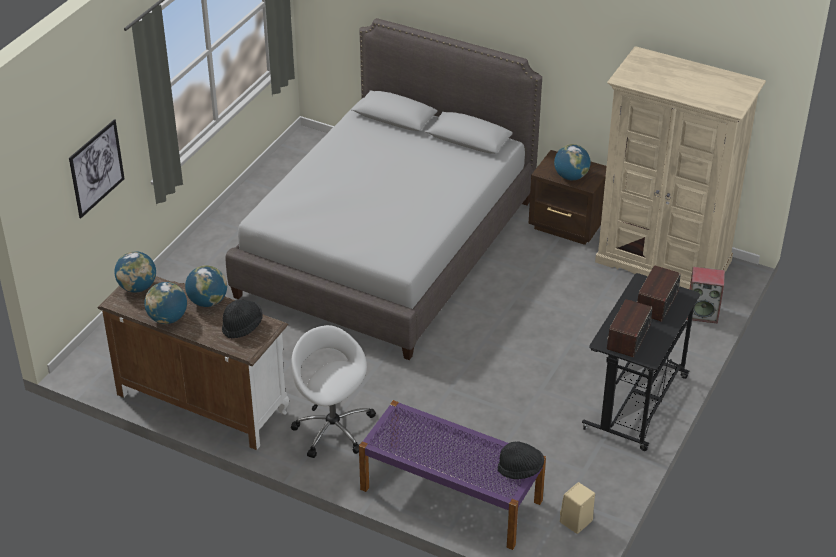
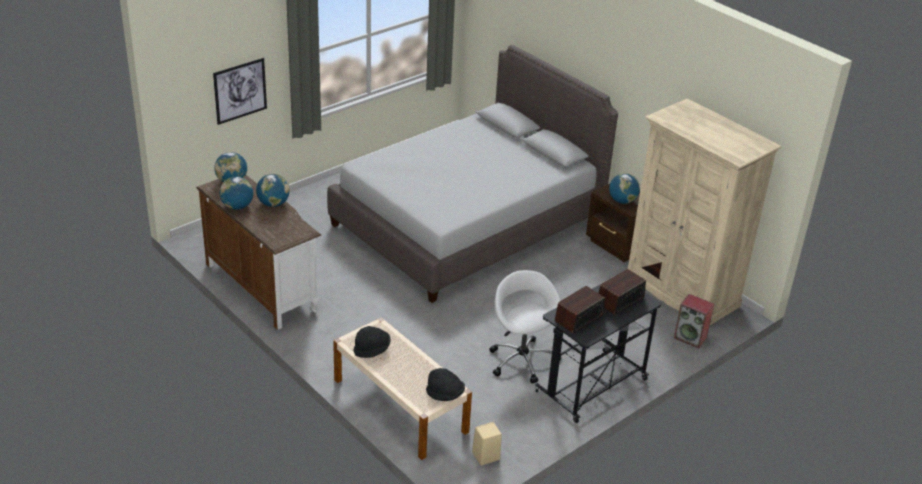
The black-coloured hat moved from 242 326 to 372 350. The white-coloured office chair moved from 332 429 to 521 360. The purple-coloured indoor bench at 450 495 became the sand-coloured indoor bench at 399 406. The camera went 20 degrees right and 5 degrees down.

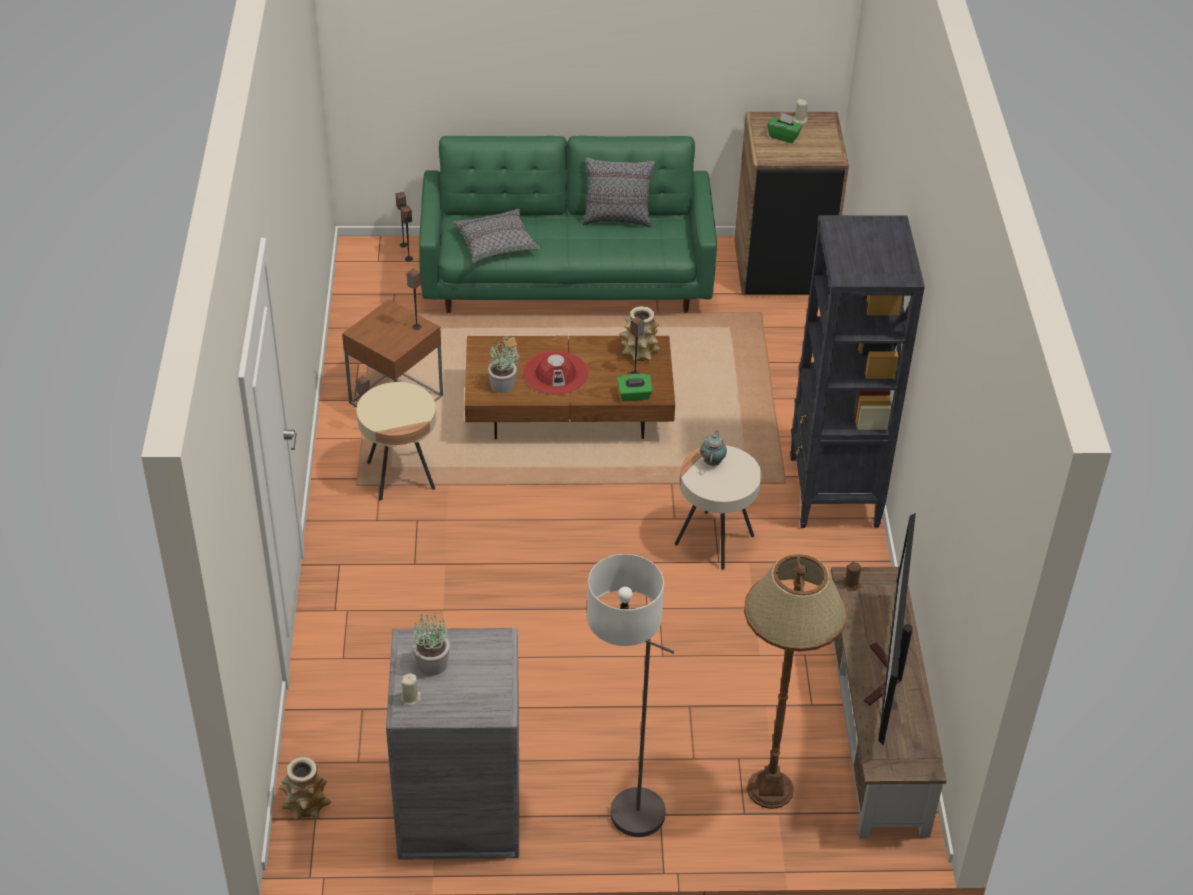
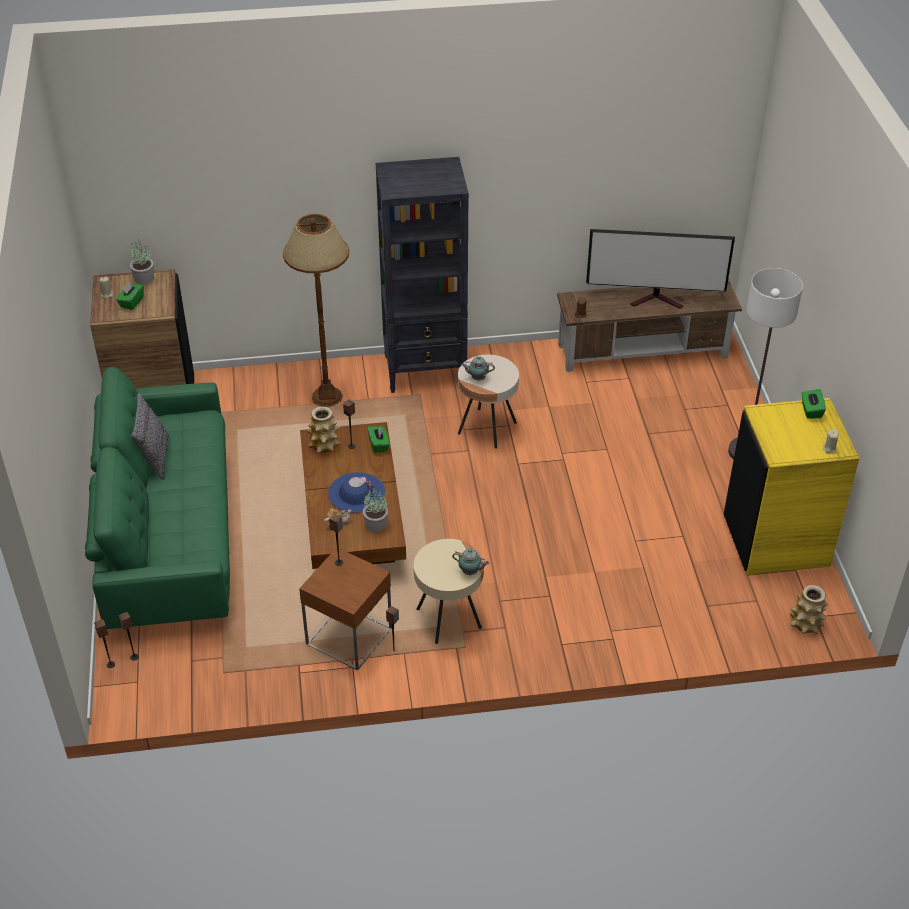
The greyish throw pillow at 496 244 disappeared. The reddish hat at 555 373 became the bluish hat at 356 493. The brown-coloured standard lamp moved from 770 789 to 327 397. The houseplant moved from 432 663 to 143 278. The greyish storage cabinet at 459 808 became the yellow-coloured storage cabinet at 775 540. The green tissue box at 811 410 appeared. The pot for tea at 470 572 appeared. The camera went 95 degrees left and 0 degrees up.

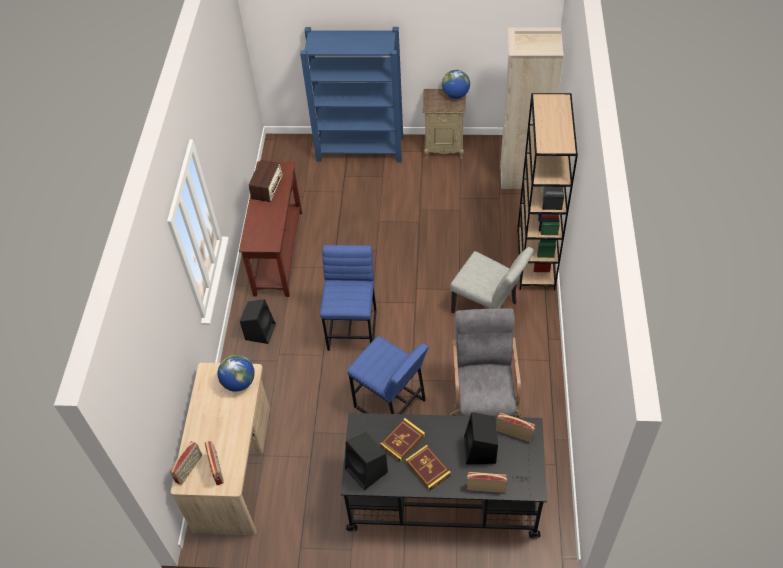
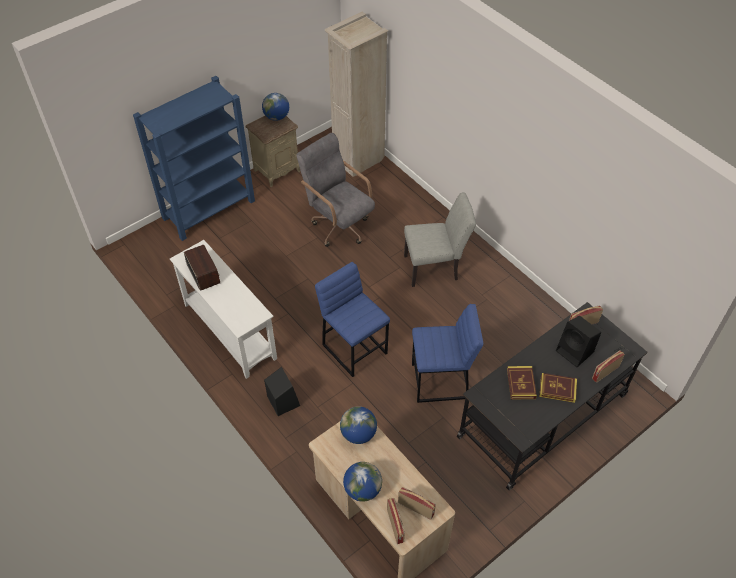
The sand-coloured bookshelf at 536 260 disappeared. The brown-coloured narrow table at 278 252 became the white-coloured narrow table at 229 331. The greyish office chair moved from 483 405 to 338 226. The black-coloured loudspeaker at 367 471 disappeared. The globe at 362 489 appeared. The camera went 45 degrees left and 0 degrees up.

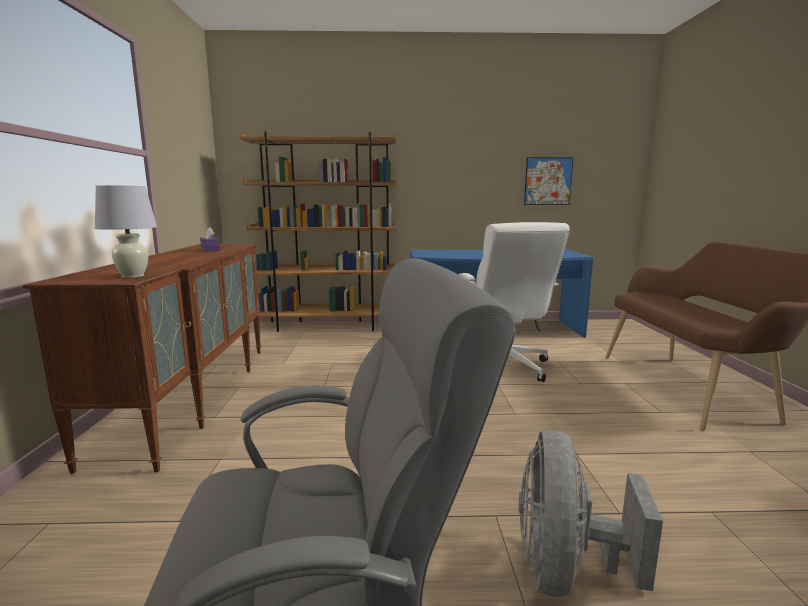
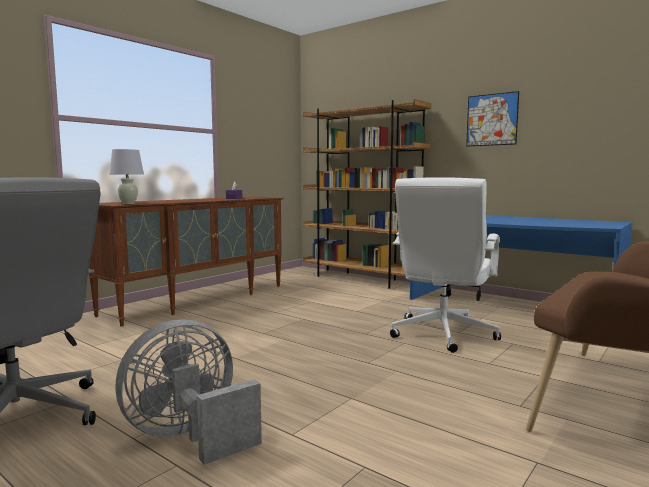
The wall picture moved from 548 181 to 492 120. The camera went 40 degrees right and 5 degrees down.

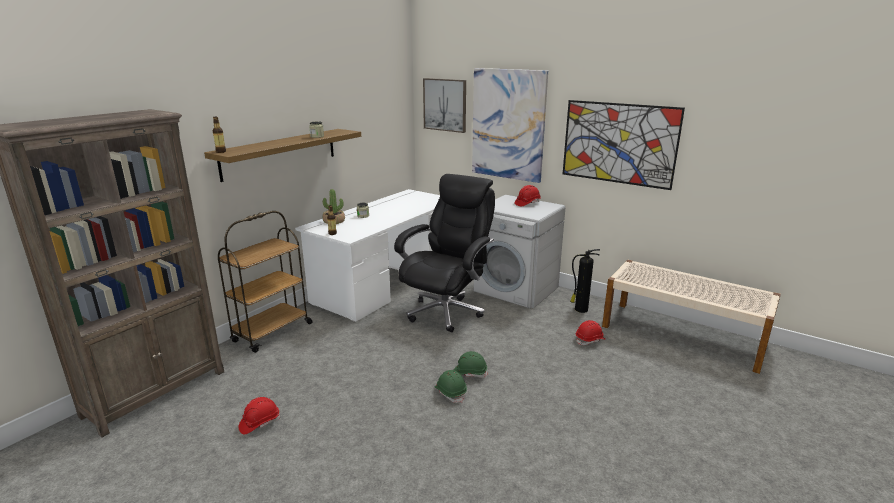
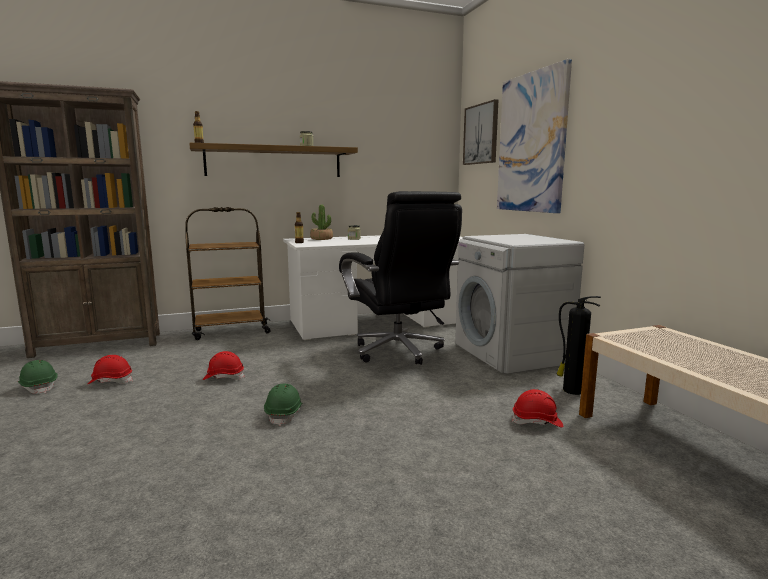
The wall picture at 618 143 disappeared. The black-coloured office chair at 447 311 turned 90 degrees clockwise. The reddish work helmet moved from 527 203 to 224 377. The green work helmet moved from 469 373 to 39 387. The camera went 35 degrees right and 10 degrees down.

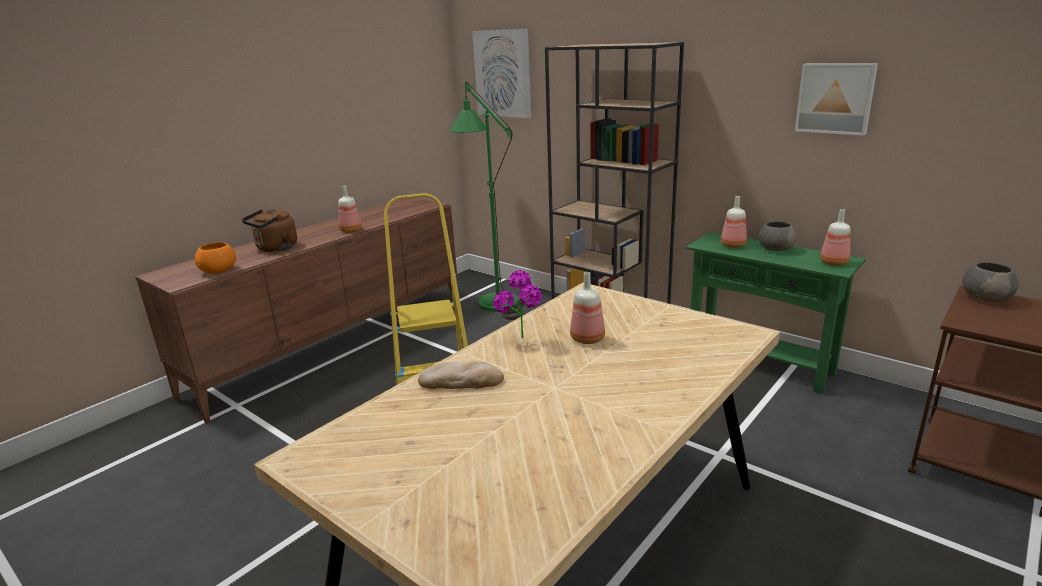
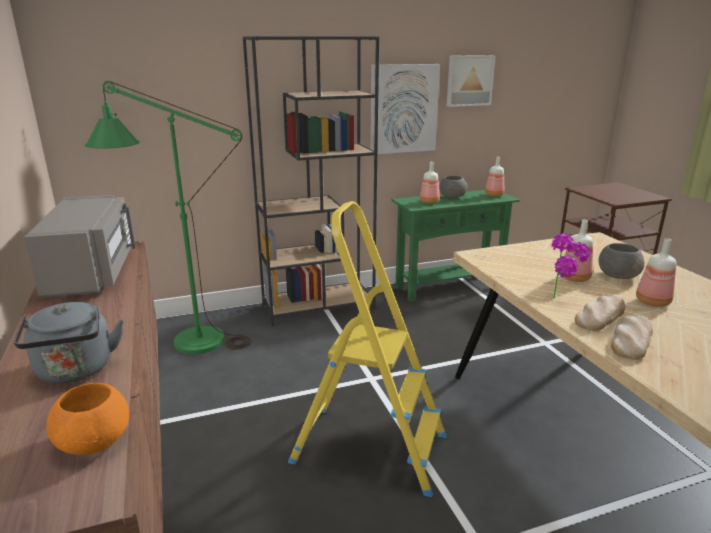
The wall picture moved from 503 74 to 403 109. The beverage bottle moved from 351 230 to 651 302. The brown-coloured tea kettle at 275 248 became the greyish tea kettle at 75 371. The greyish deep dish moved from 986 298 to 617 276. The greyish kitchen microwave at 93 272 appeared. The baked bread at 600 316 appeared. The camera went 60 degrees left and 0 degrees up.

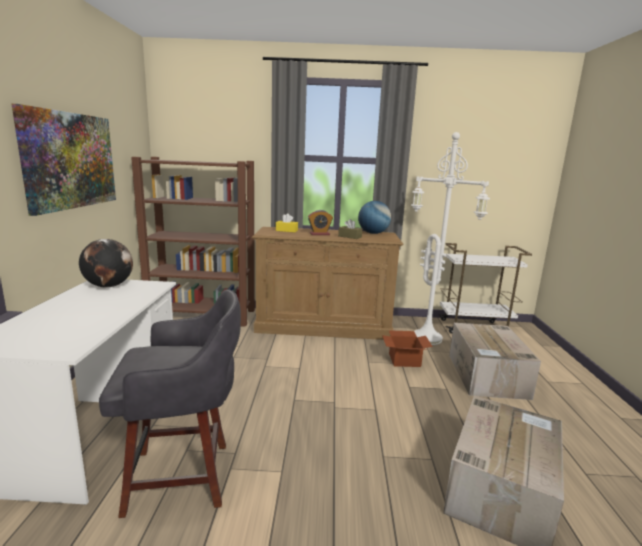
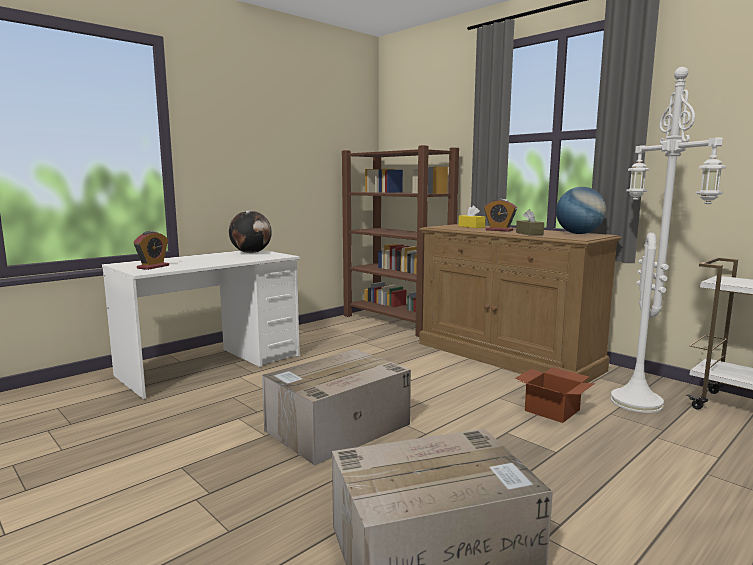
The wall picture at 70 160 disappeared. The greyish stool at 184 477 disappeared. The cardboard box moved from 487 376 to 336 428. The bedside clock at 153 267 appeared. The camera went 45 degrees right and 5 degrees down.

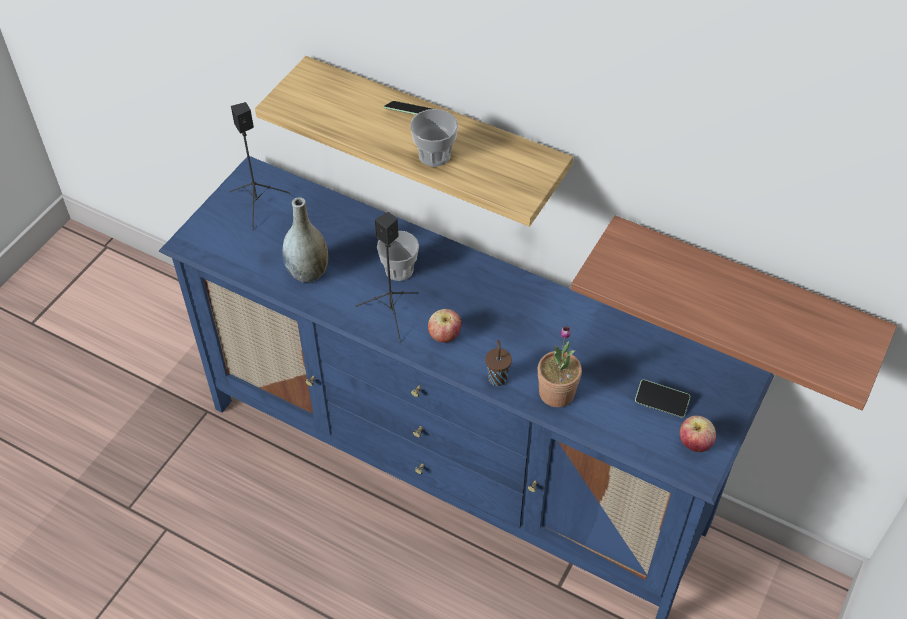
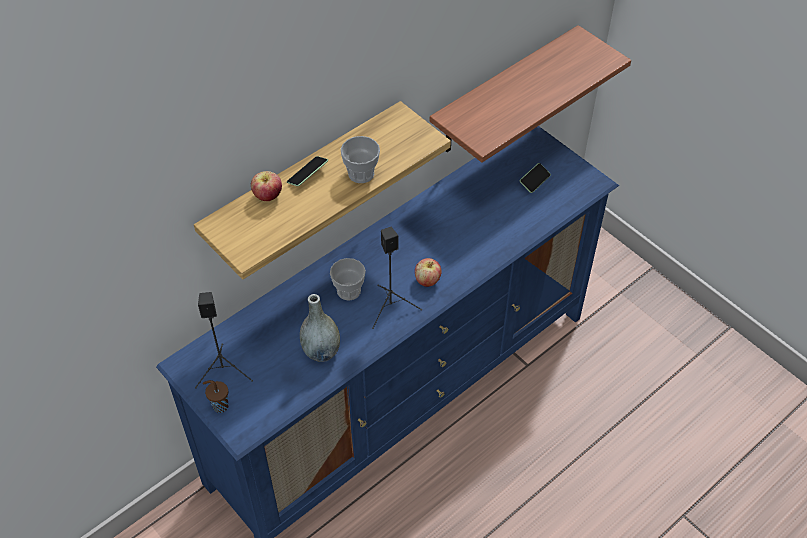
The houseplant at 556 393 disappeared. The brown-coloured cup moved from 497 378 to 219 406. The apple fruit moved from 694 443 to 268 196. The camera went 70 degrees left and 0 degrees up.

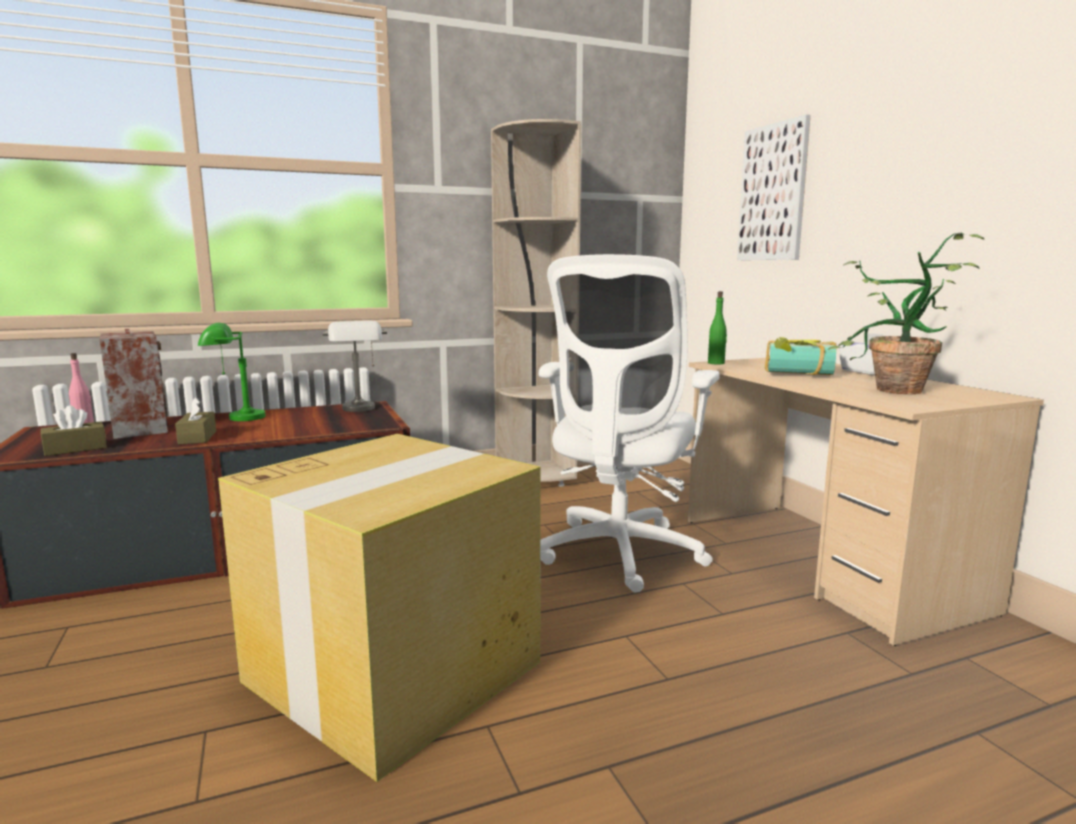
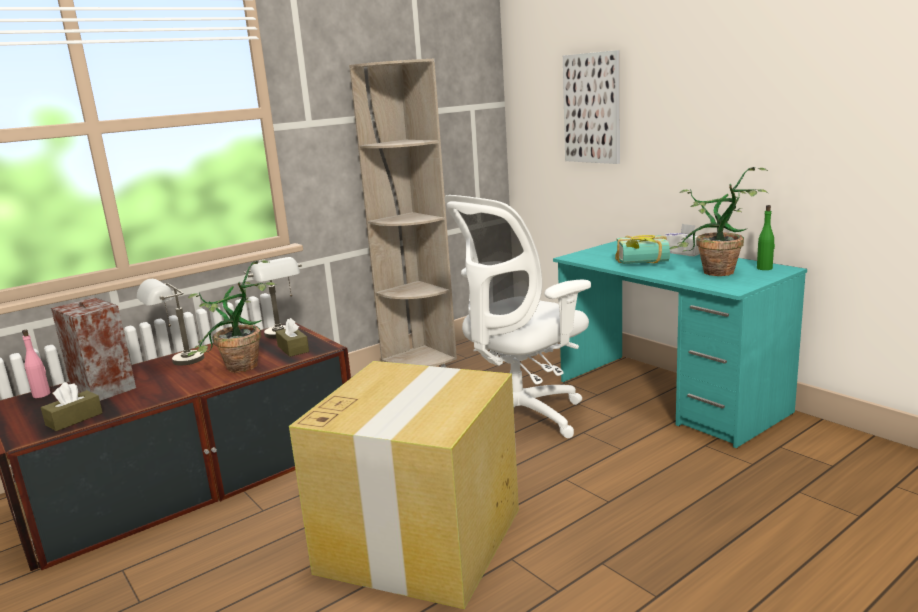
The white-coloured office chair at 621 548 turned 45 degrees clockwise. The green beverage bottle moved from 716 363 to 764 268. The green tabletop lamp at 234 418 became the greyish tabletop lamp at 178 363. The sand-coloured desk unit at 822 562 became the turquoise-coloured desk unit at 669 397. The brown-coloured tissue box moved from 197 437 to 293 349. The houseplant at 240 370 appeared. The camera went 15 degrees left and 5 degrees up.

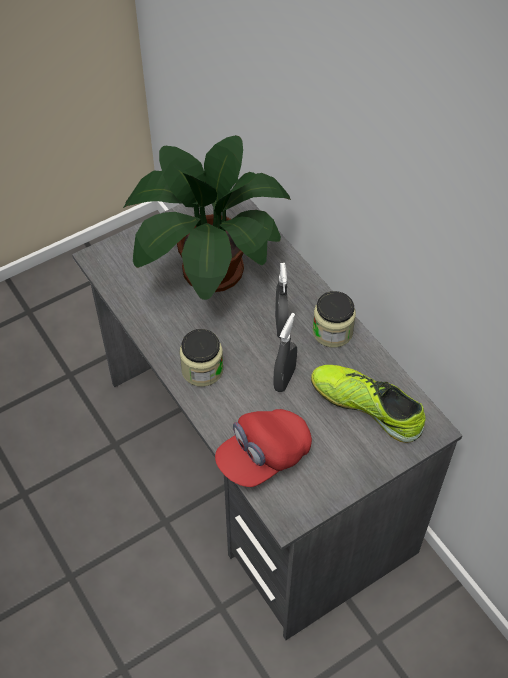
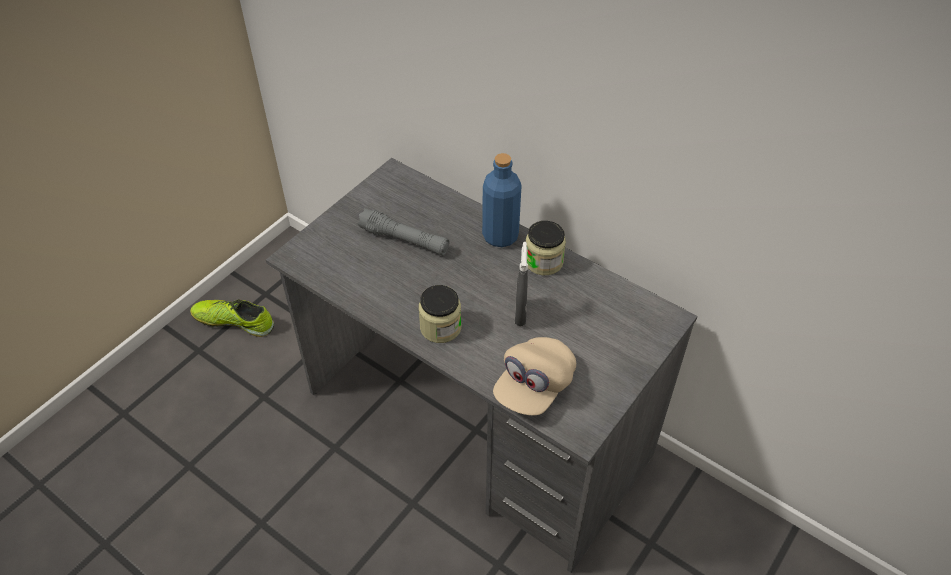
The houseplant at 207 270 was replaced by the greyish hand torch at 404 240. The greyish spray bottle at 281 326 disappeared. The shoe moved from 366 406 to 234 322. The reddish cap at 263 456 became the sand-coloured cap at 534 386. The bluish beverage bottle at 500 236 appeared. The camera went 20 degrees left and 5 degrees down.

